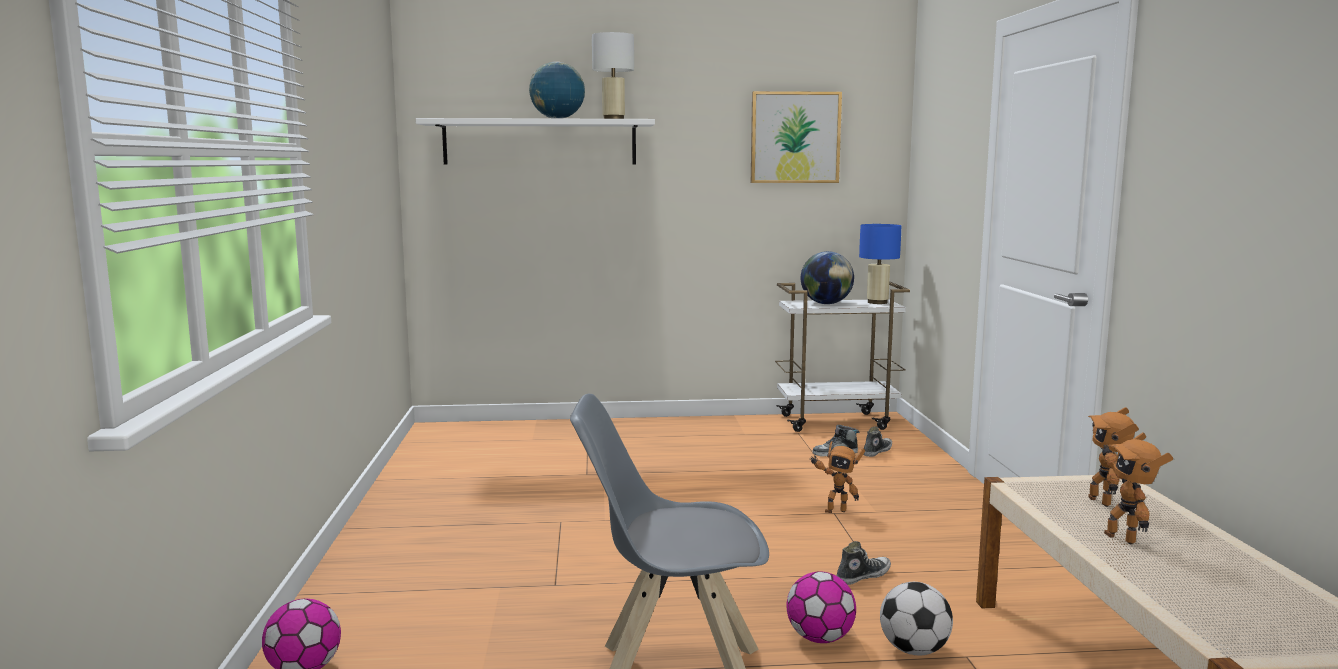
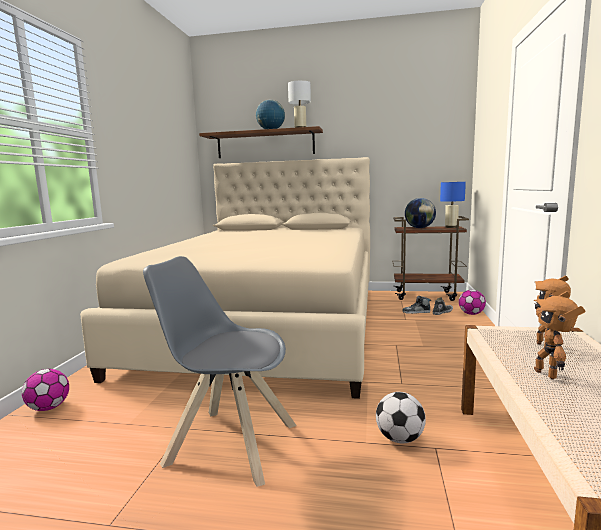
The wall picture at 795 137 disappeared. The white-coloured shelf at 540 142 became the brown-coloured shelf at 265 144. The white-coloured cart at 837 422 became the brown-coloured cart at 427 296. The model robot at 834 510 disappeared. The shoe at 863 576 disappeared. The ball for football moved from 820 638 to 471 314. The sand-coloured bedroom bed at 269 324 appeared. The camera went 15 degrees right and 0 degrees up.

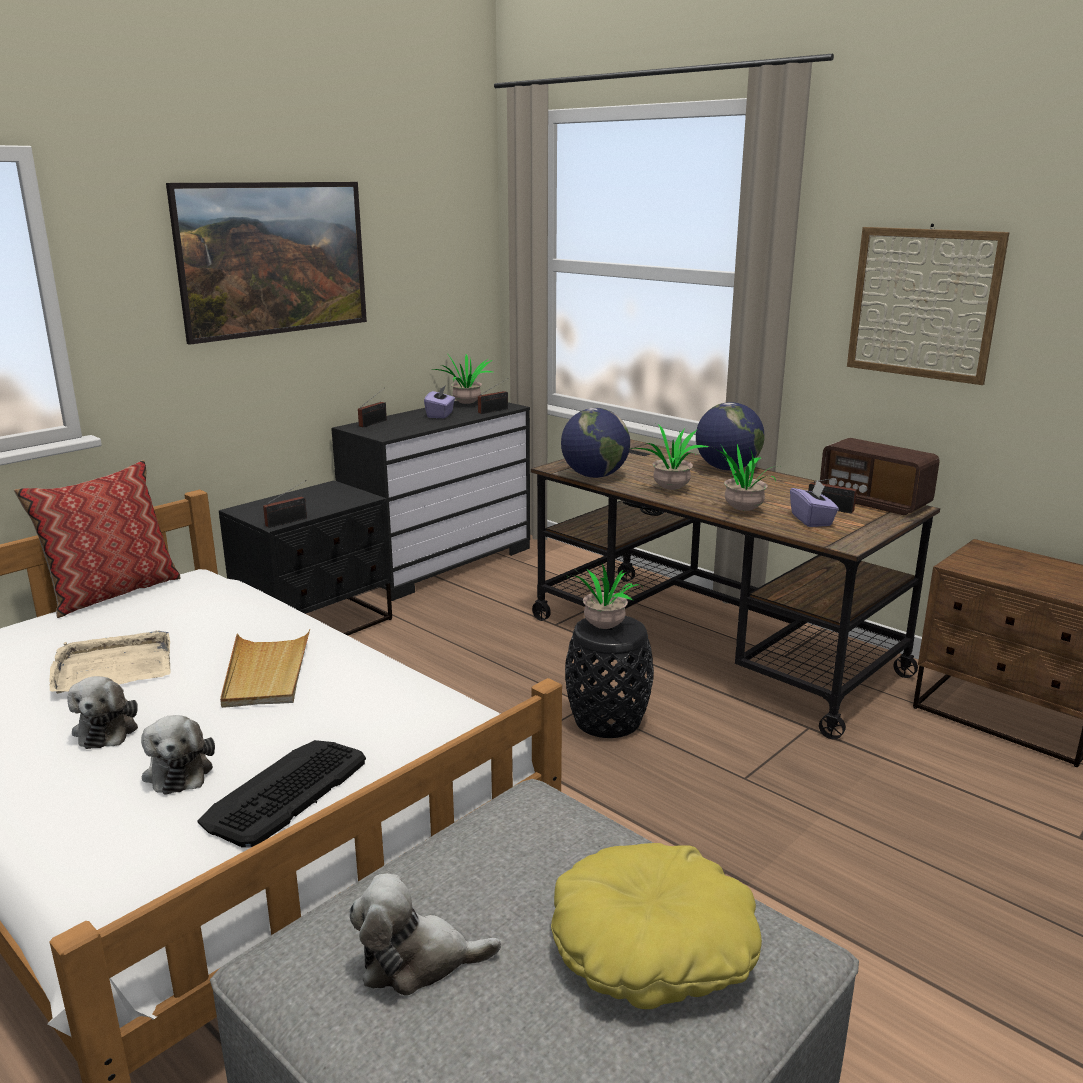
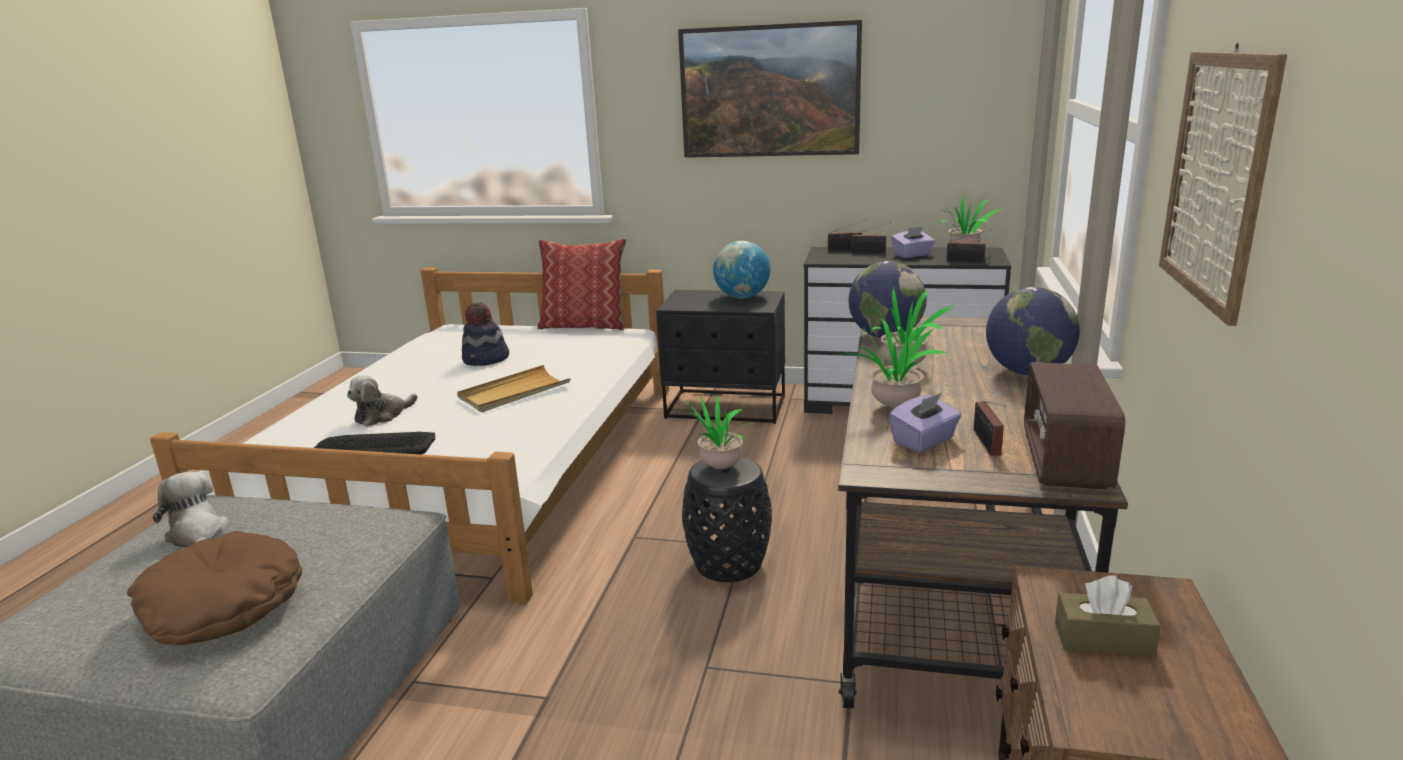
The radio set moved from 289 521 to 870 253. The sand-coloured carrying tray at 112 667 was replaced by the hat at 486 360. The plush toy at 107 728 disappeared. The yellow-coloured throw pillow at 651 943 became the brown-coloured throw pillow at 226 606. The globe at 742 297 appeared. The brown-coloured tissue box at 1103 639 appeared. The camera went 60 degrees right and 0 degrees up.

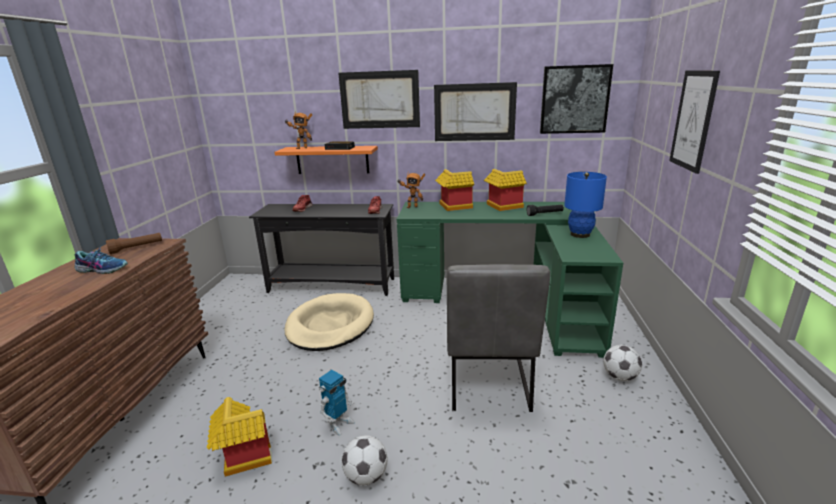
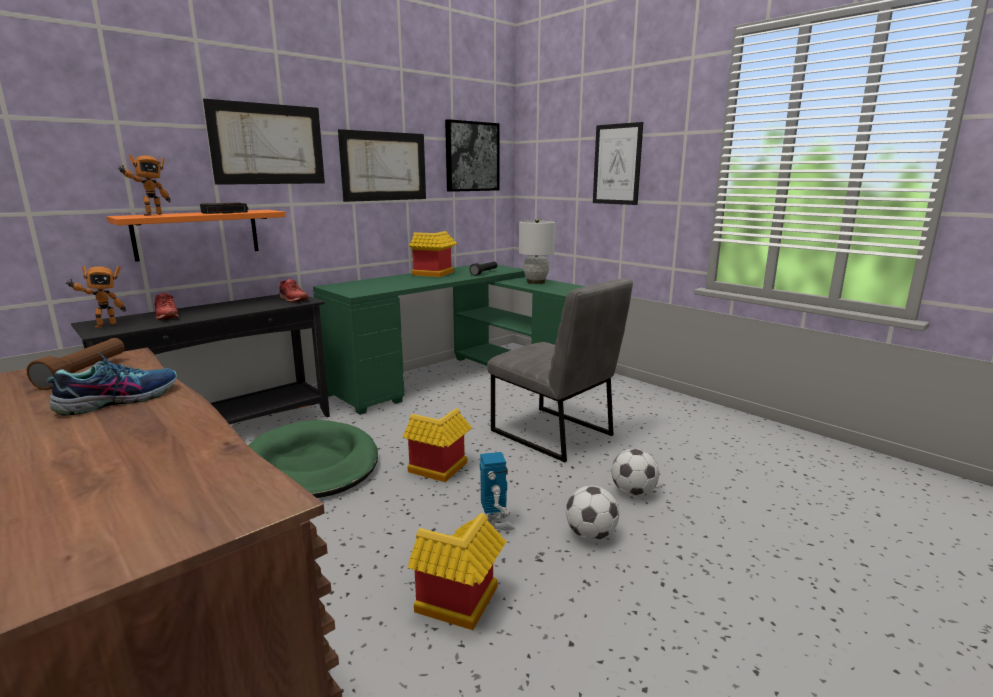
The toy house moved from 453 207 to 438 471. The model robot moved from 411 207 to 104 326. The bluish tabletop lamp at 580 234 became the white-coloured tabletop lamp at 536 282. The sand-coloured pet bed at 330 325 became the green pet bed at 311 465. The ball for football moved from 620 377 to 633 492. The camera went 50 degrees left and 5 degrees down.

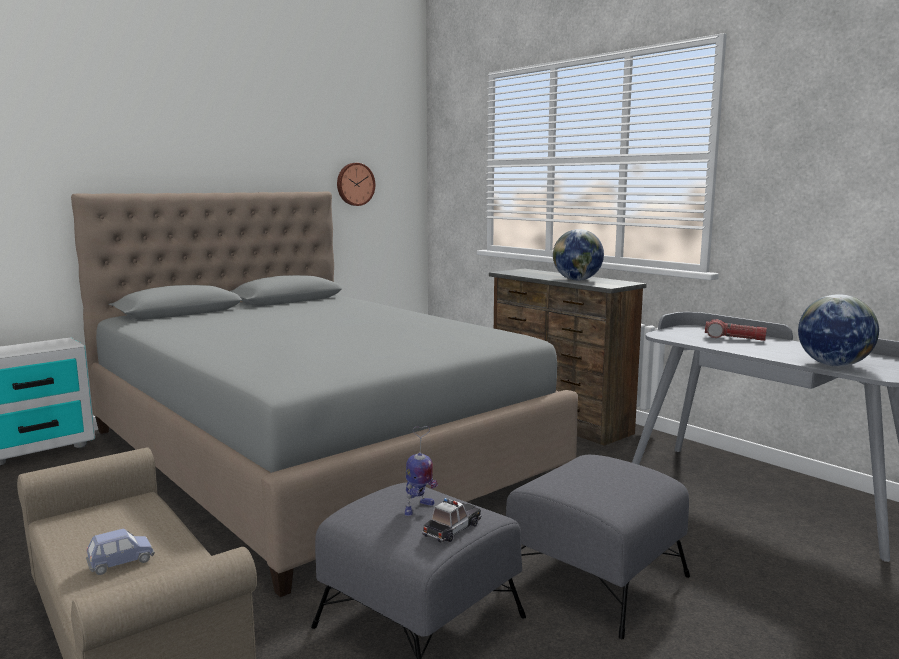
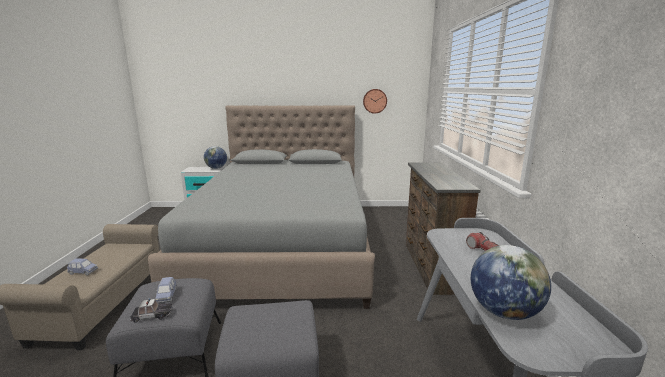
The globe moved from 577 280 to 216 168. The model robot at 418 508 was replaced by the bluish toy car at 167 296. The camera went 40 degrees right and 5 degrees up.

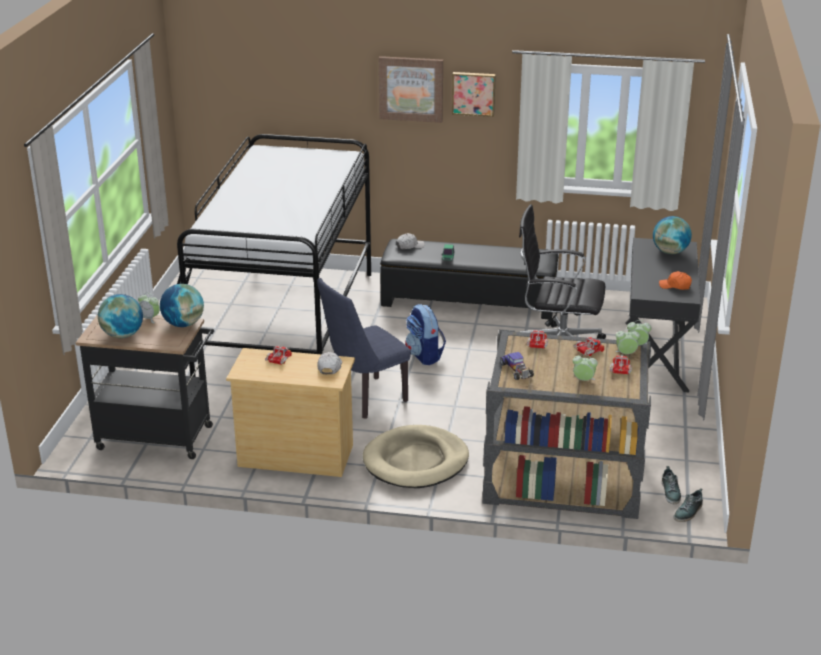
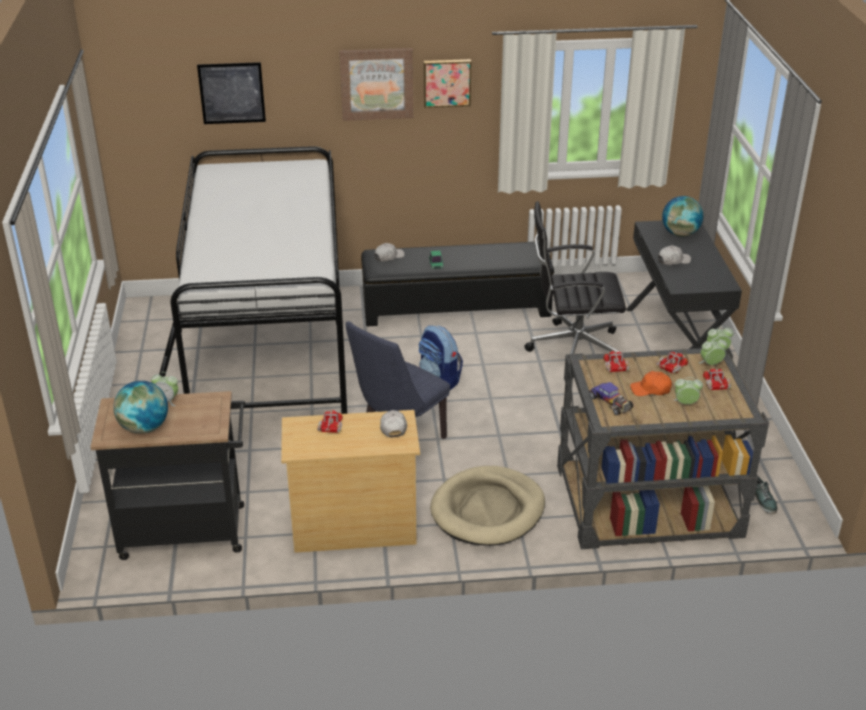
The orangey cap moved from 675 286 to 650 389. The globe at 183 324 disappeared. The shoe at 688 512 disappeared. The wall picture at 232 93 appeared. The white-coloured cap at 673 260 appeared. The camera went 15 degrees left and 5 degrees up.

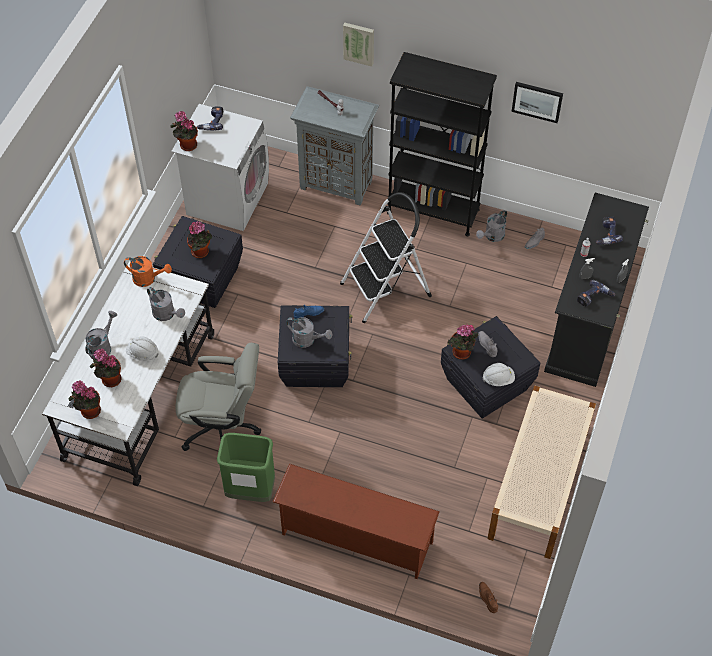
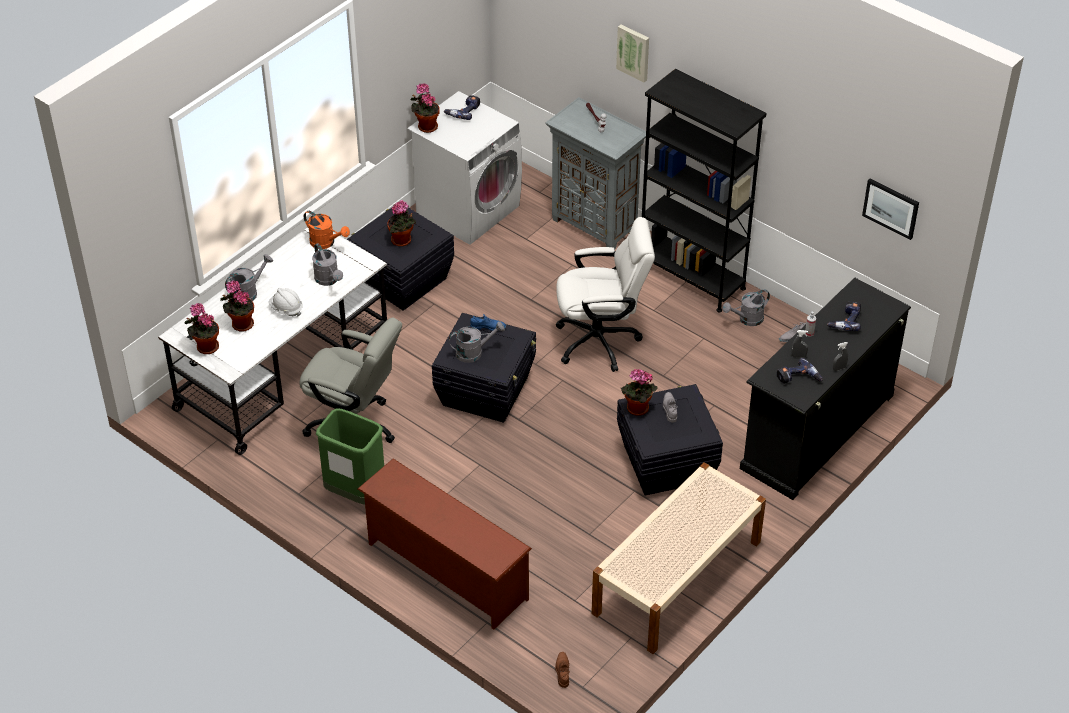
The wall picture moved from 537 101 to 891 208. The step ladder at 388 289 was replaced by the white-coloured office chair at 601 342. The greyish sprinkling can at 307 340 turned 60 degrees counterclockwise. The white-coloured work helmet at 498 379 disappeared. The camera went 20 degrees right and 10 degrees down.

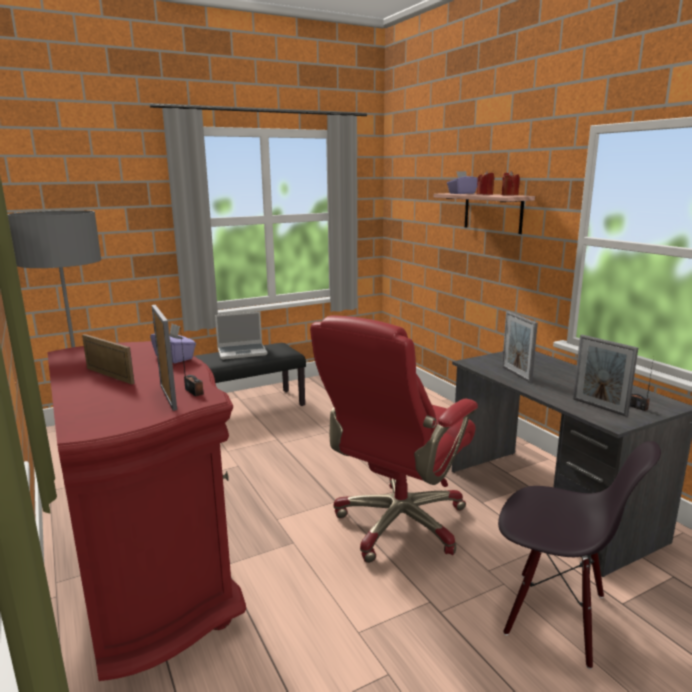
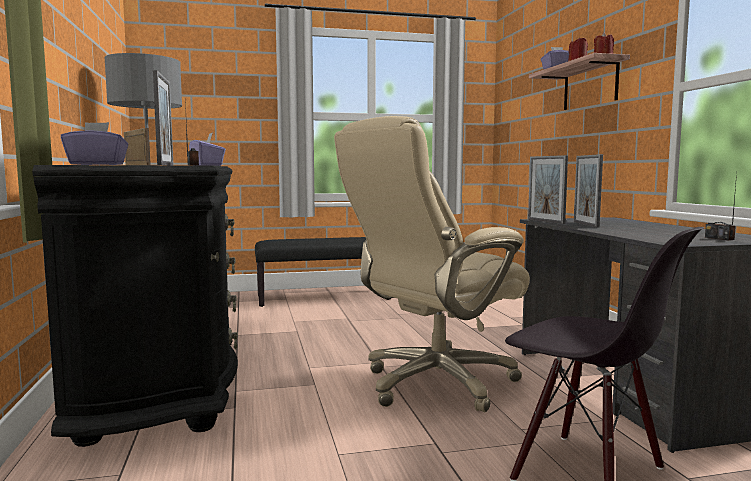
The portable computer at 242 352 disappeared. The reddish office chair at 396 526 became the sand-coloured office chair at 433 385. The photo frame moved from 599 407 to 545 221. The reddish drawer chest at 155 581 became the black-coloured drawer chest at 163 393. The purple-coloured tissue box at 97 164 appeared. The camera went 15 degrees right and 10 degrees down.

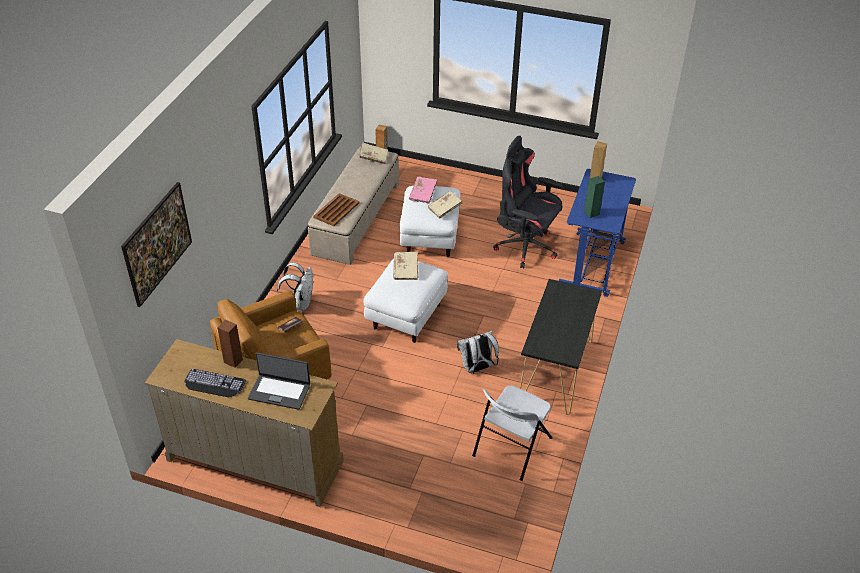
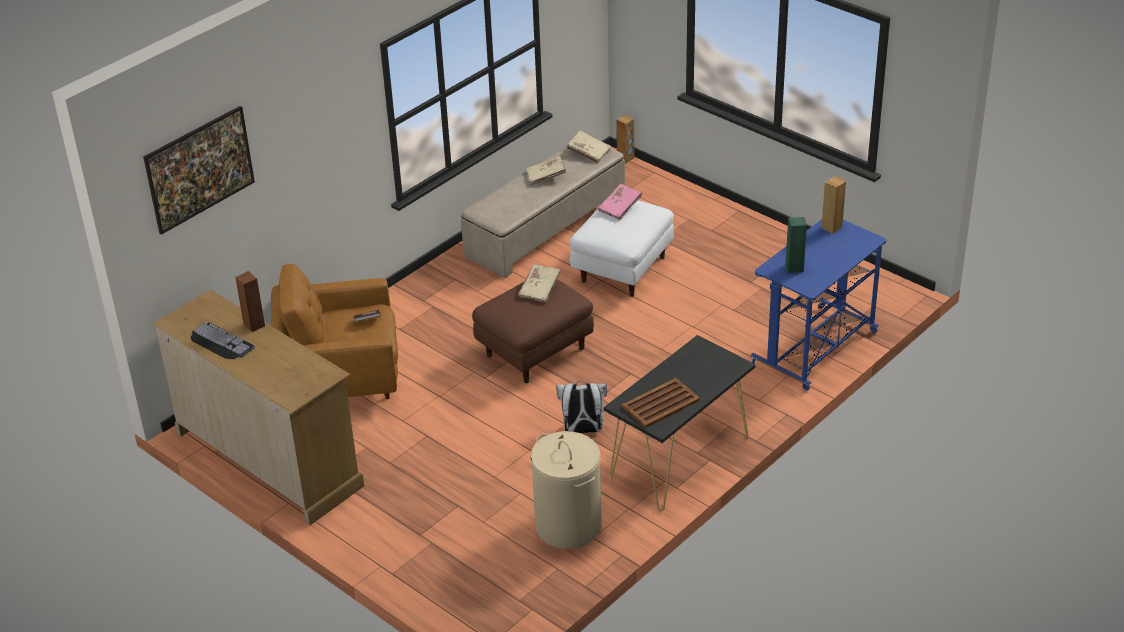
The black-coloured office chair at 526 247 disappeared. The sand-coloured volume moved from 444 209 to 546 176. The brown-coloured carrying tray moved from 336 210 to 660 404. The white-coloured footrest at 406 317 became the brown-coloured footrest at 534 353. The white-coloured knapsack at 300 304 disappeared. The portable computer at 279 391 disappeared. The white-coloured plain chair at 512 447 was replaced by the sand-coloured washing basket at 568 526. The camera went 25 degrees right and 5 degrees down.

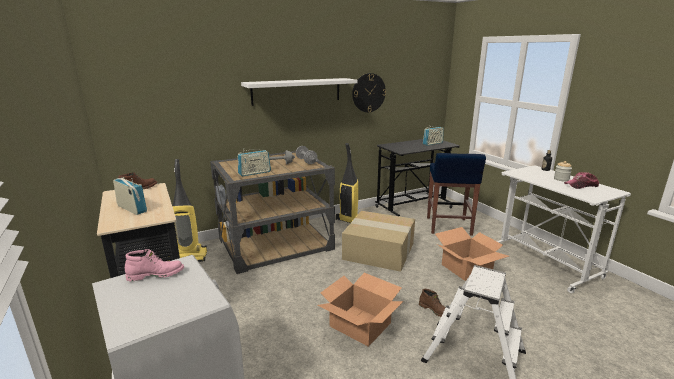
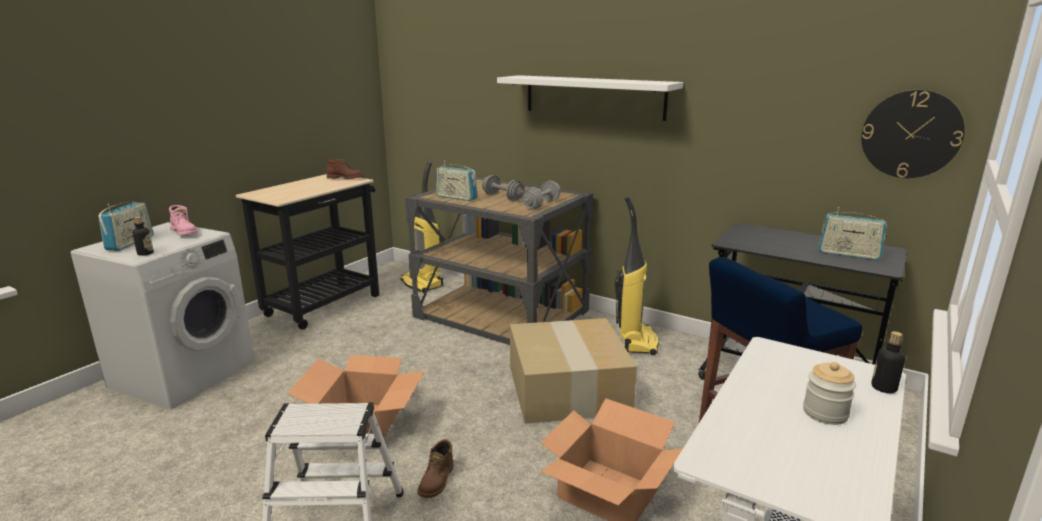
The wall clock moved from 368 93 to 911 134. The cap at 581 185 disappeared. The radio set moved from 132 209 to 130 243. The beverage bottle at 145 253 appeared. The camera went 60 degrees right and 0 degrees up.

